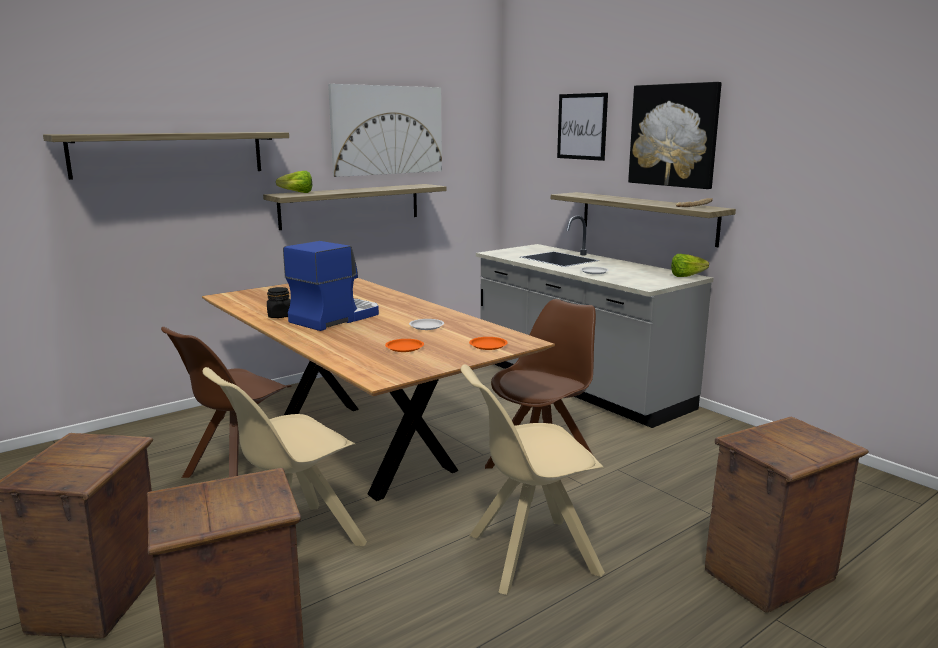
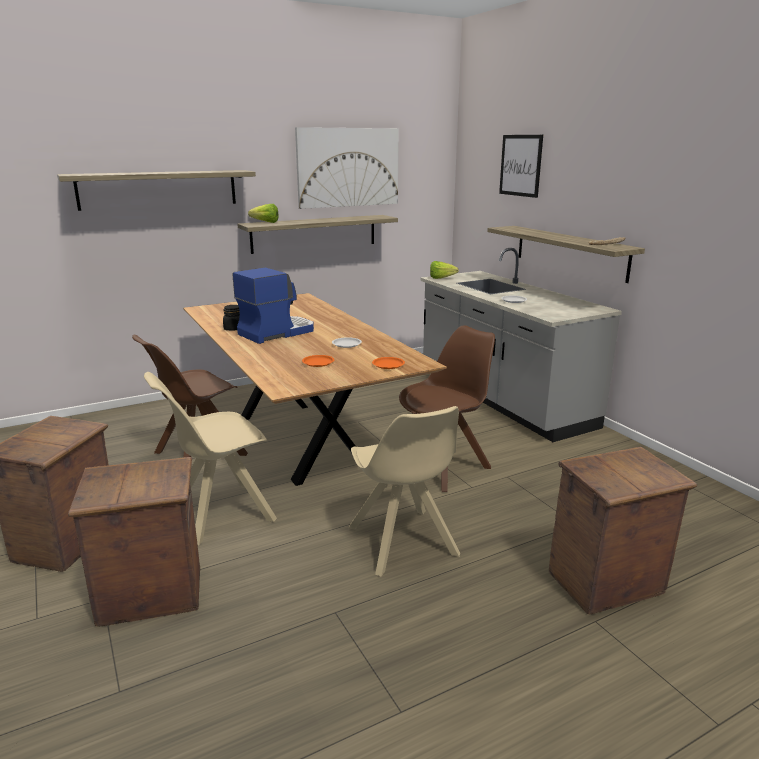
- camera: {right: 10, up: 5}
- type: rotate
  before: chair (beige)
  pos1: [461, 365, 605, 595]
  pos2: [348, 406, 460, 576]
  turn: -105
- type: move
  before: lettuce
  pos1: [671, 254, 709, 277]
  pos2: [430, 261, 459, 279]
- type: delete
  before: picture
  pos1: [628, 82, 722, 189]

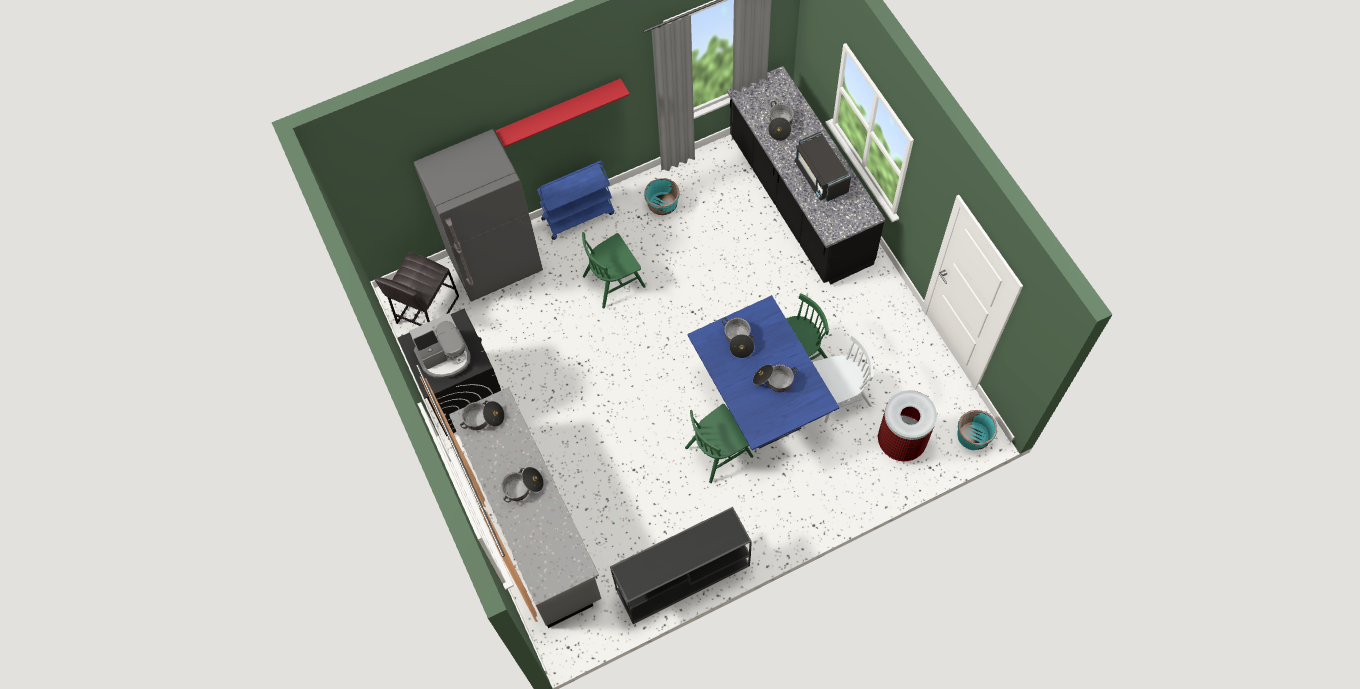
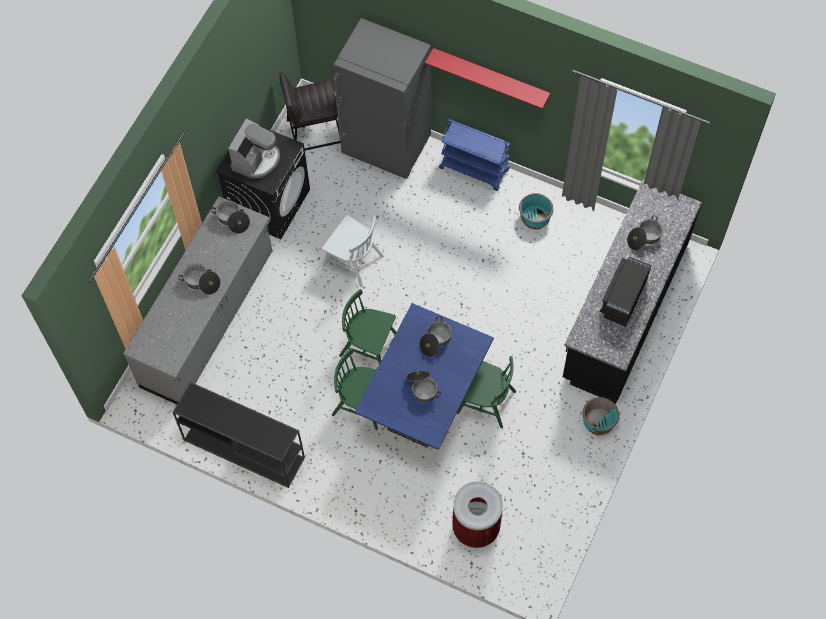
- camera: {right: 50, up: 0}
- type: rotate
  before: coffee machine
  pos1: [409, 313, 471, 378]
  pos2: [228, 118, 280, 179]
  turn: -90
- type: move
  before: chair (white)
  pos1: [813, 334, 873, 423]
  pos2: [322, 215, 384, 287]
- type: move
  before: chair (green)
  pos1: [582, 232, 646, 308]
  pos2: [339, 289, 396, 364]
- type: move
  before: planter (turquoise)
  pos1: [957, 410, 997, 450]
  pos2: [582, 397, 619, 435]

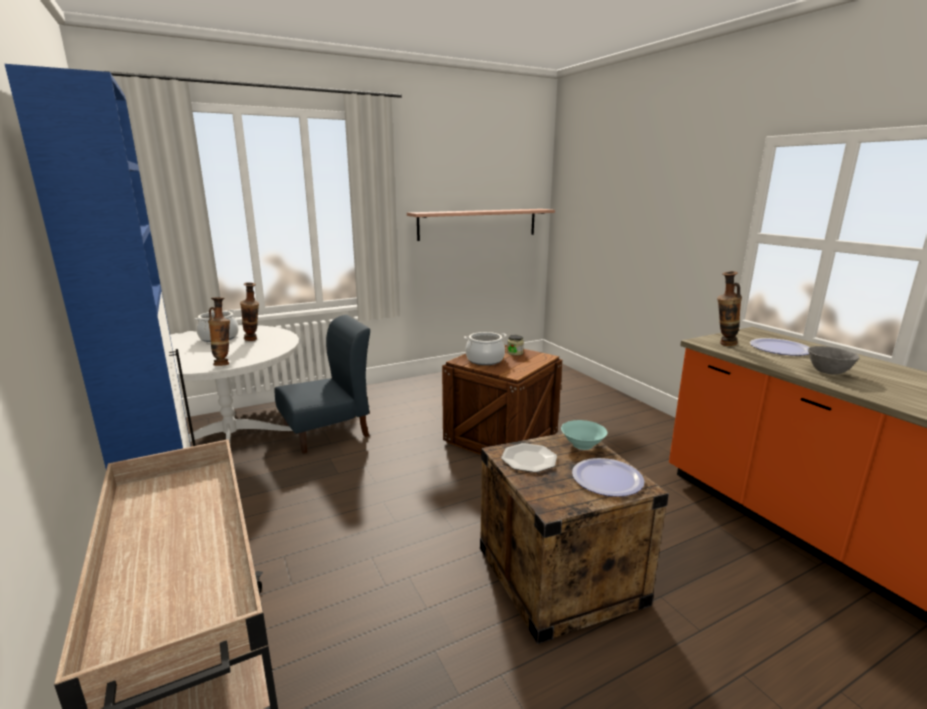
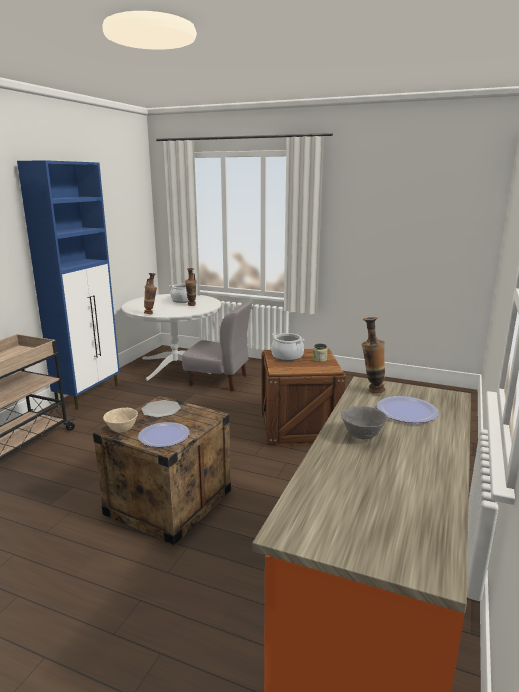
- camera: {right: 50, up: 0}
- type: insert
  after: bowl (beige)
  pos2: [103, 408, 138, 432]
- type: recolor
  before: chair (blue)
  after: chair (grey)
  pos1: [274, 315, 370, 453]
  pos2: [182, 302, 252, 391]
- type: delete
  before: shelf
  pos1: [407, 209, 555, 241]
- type: delete
  before: bowl (turquoise)
  pos1: [561, 420, 607, 450]

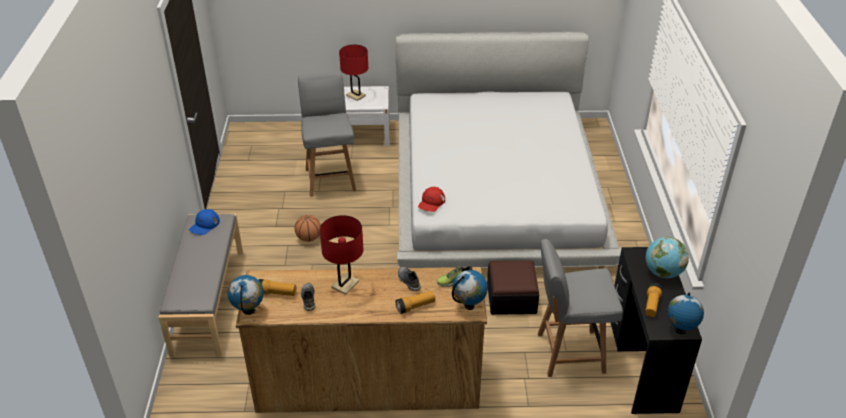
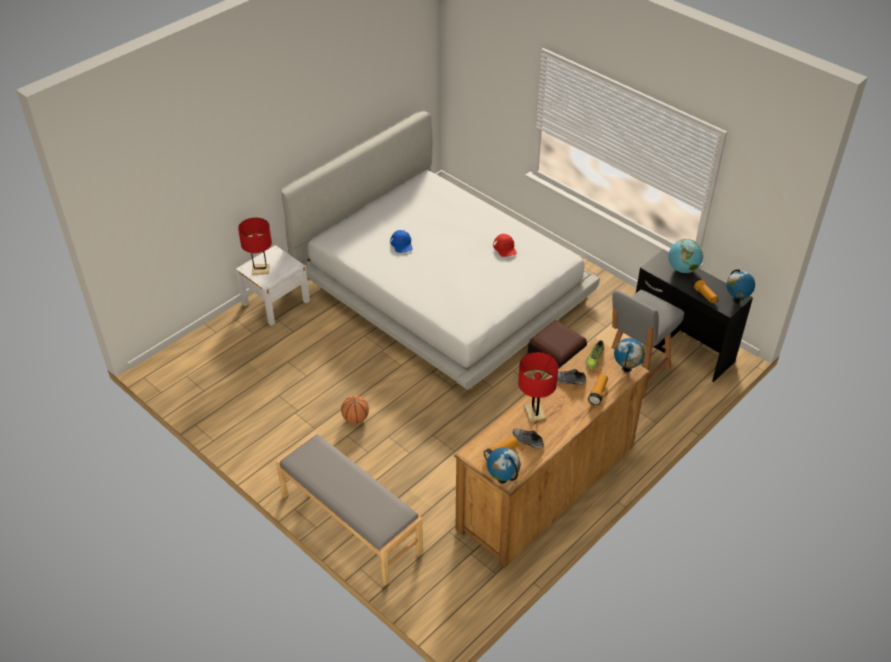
- camera: {right: -45, up: 5}
- type: move
  before: cap (blue)
  pos1: [189, 209, 220, 235]
  pos2: [390, 230, 413, 253]
- type: move
  before: cap (red)
  pos1: [418, 187, 445, 212]
  pos2: [493, 234, 517, 257]
- type: delete
  before: chair (grey)
  pos1: [298, 72, 356, 197]

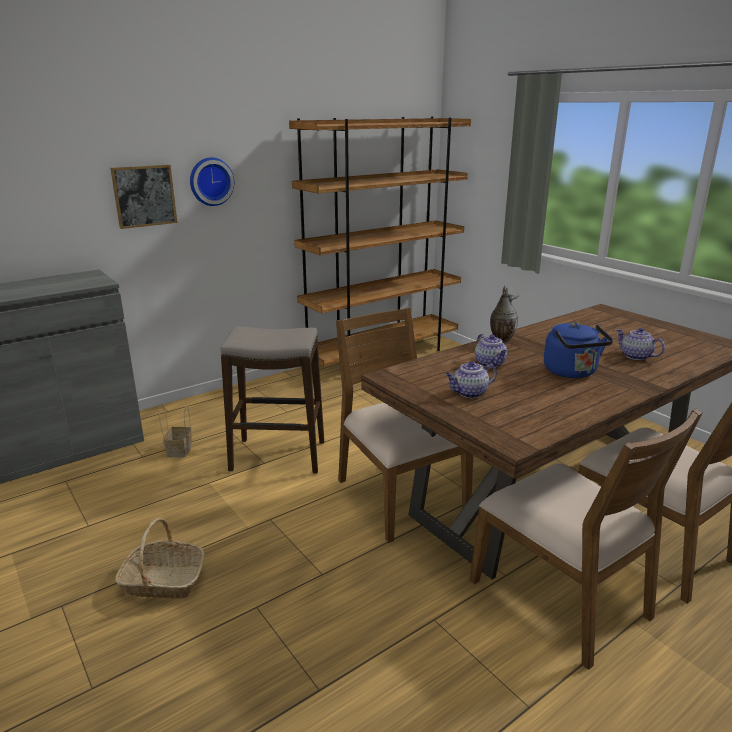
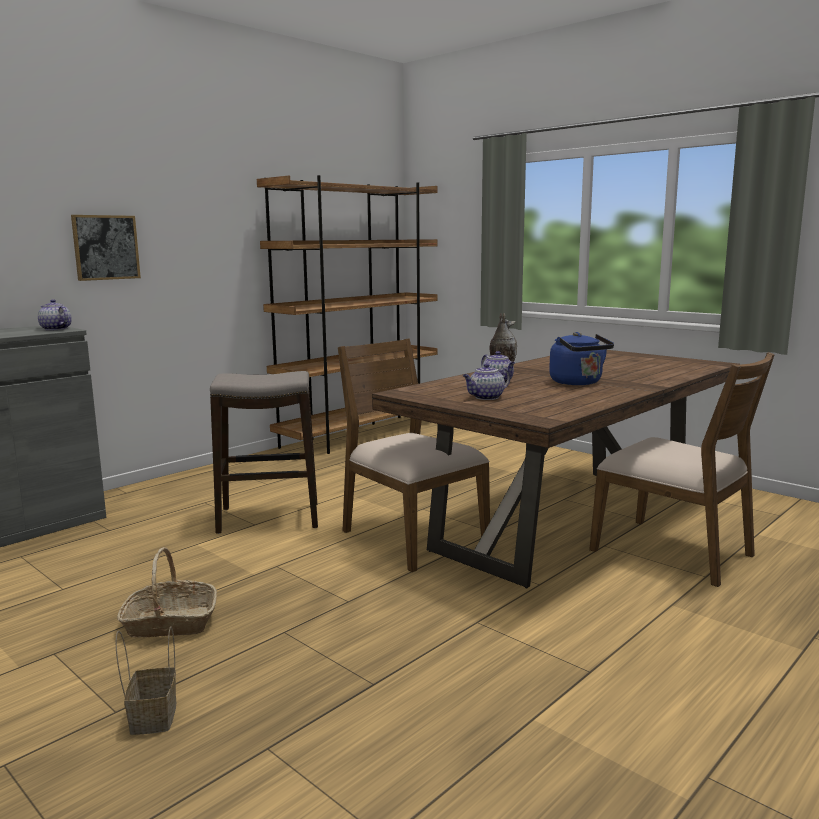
- camera: {right: -10, up: -10}
- type: move
  before: teapot
  pos1: [616, 328, 665, 360]
  pos2: [38, 299, 72, 331]
- type: move
  before: basket
  pos1: [159, 405, 192, 457]
  pos2: [116, 626, 176, 735]
- type: delete
  before: wall clock
  pos1: [190, 157, 234, 206]
- type: delete
  before: chair (brown)
  pos1: [470, 409, 702, 670]

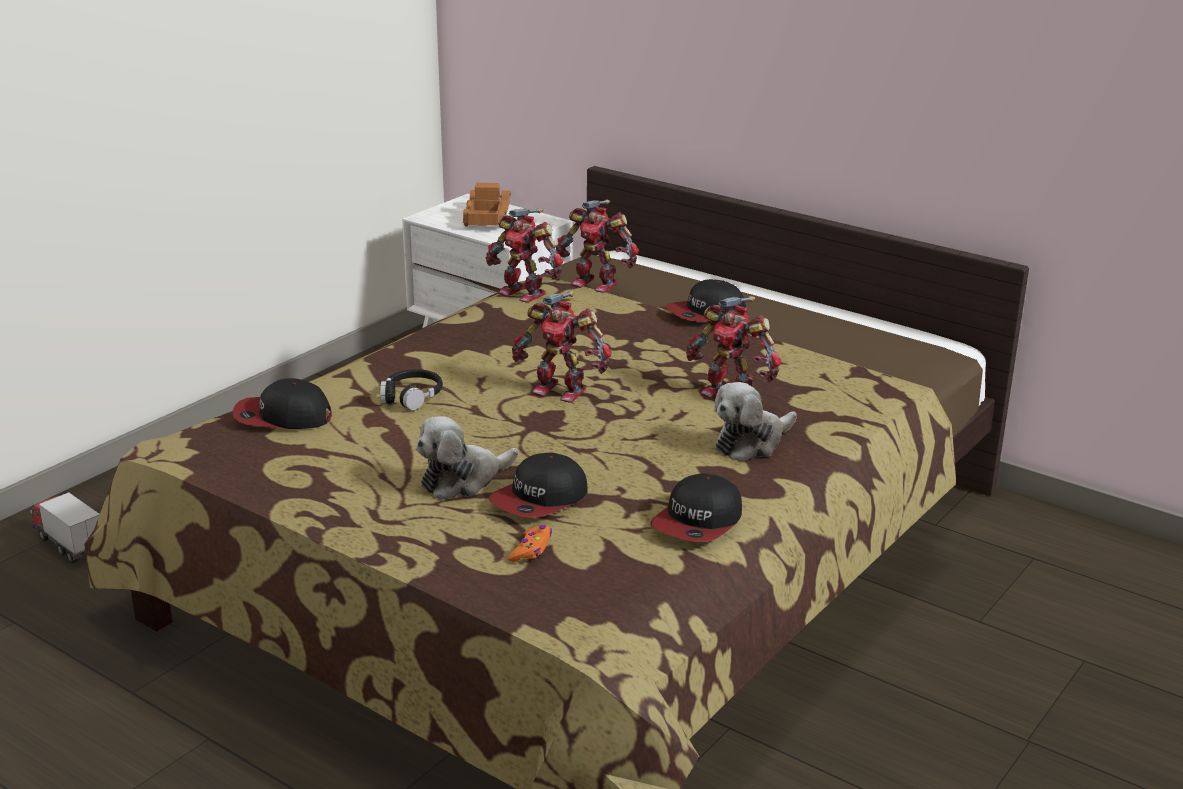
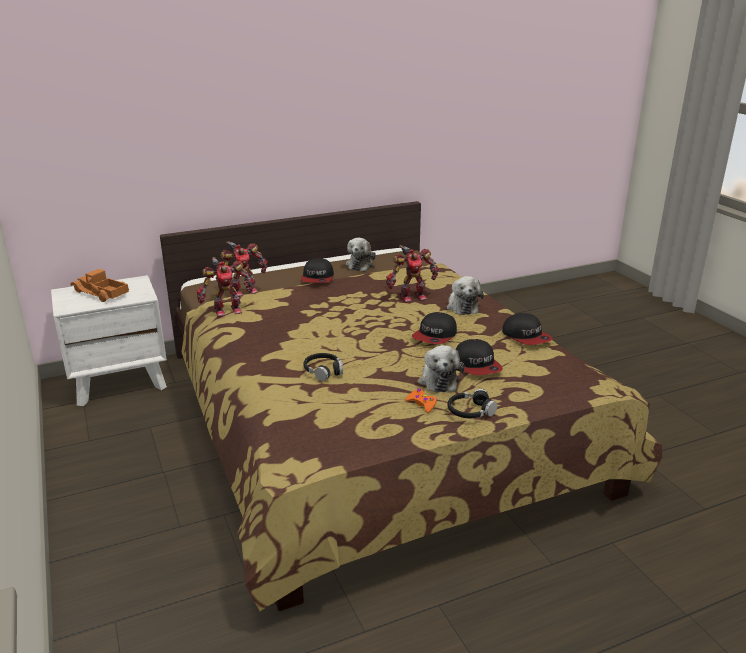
- camera: {right: -60, up: 0}
- type: insert
  after: plush toy
  pos2: [346, 238, 376, 271]
- type: move
  before: game controller (orange)
  pos1: [508, 525, 552, 562]
  pos2: [405, 389, 437, 413]
- type: move
  before: cap
  pos1: [233, 378, 332, 429]
  pos2: [412, 312, 457, 344]
- type: insert
  after: headphones (black)
  pos2: [448, 389, 498, 418]
- type: delete
  before: toy truck
  pos1: [30, 492, 100, 564]
- type: delete
  before: toy robot
  pos1: [512, 291, 612, 403]

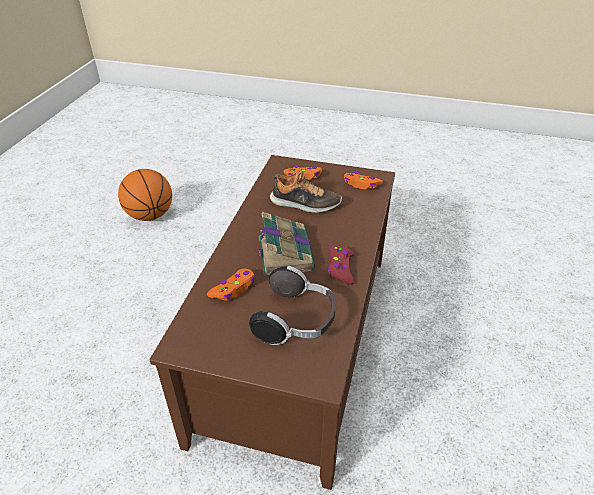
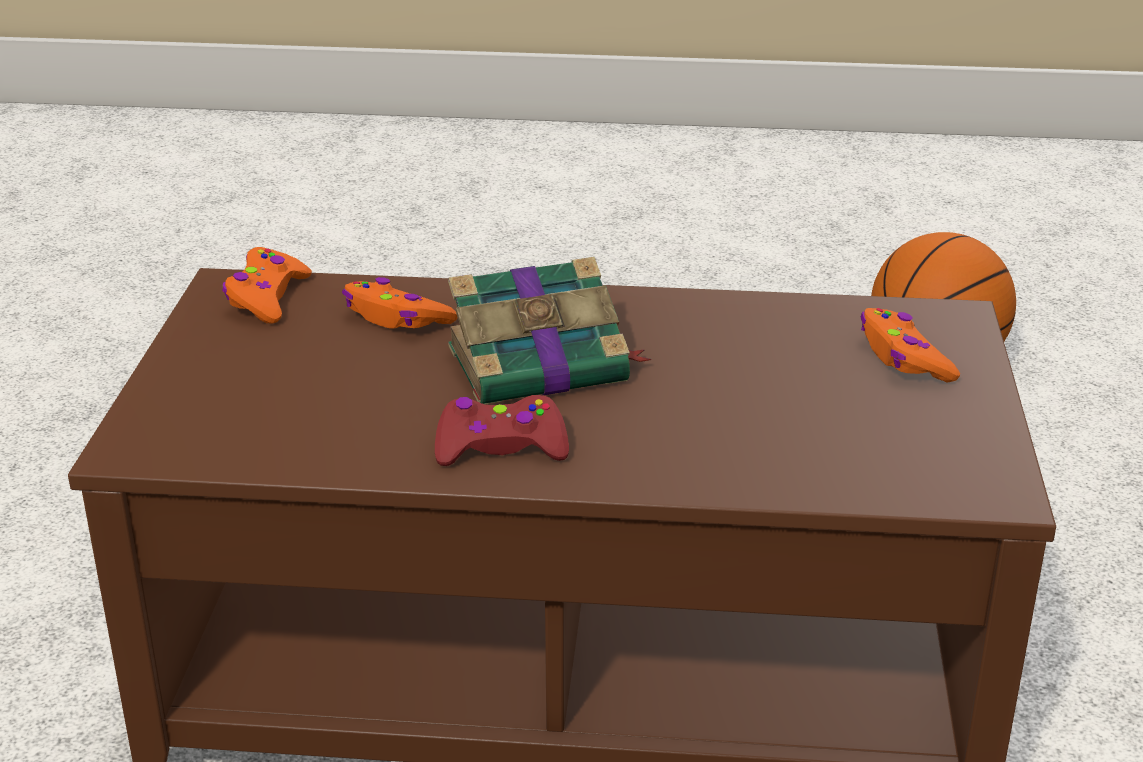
- camera: {right: 80, up: -10}
- type: move
  before: game controller (orange)
  pos1: [344, 171, 383, 189]
  pos2: [222, 247, 312, 324]
- type: delete
  before: headphones
  pos1: [249, 266, 336, 345]
- type: delete
  before: shoe
  pos1: [270, 171, 343, 213]

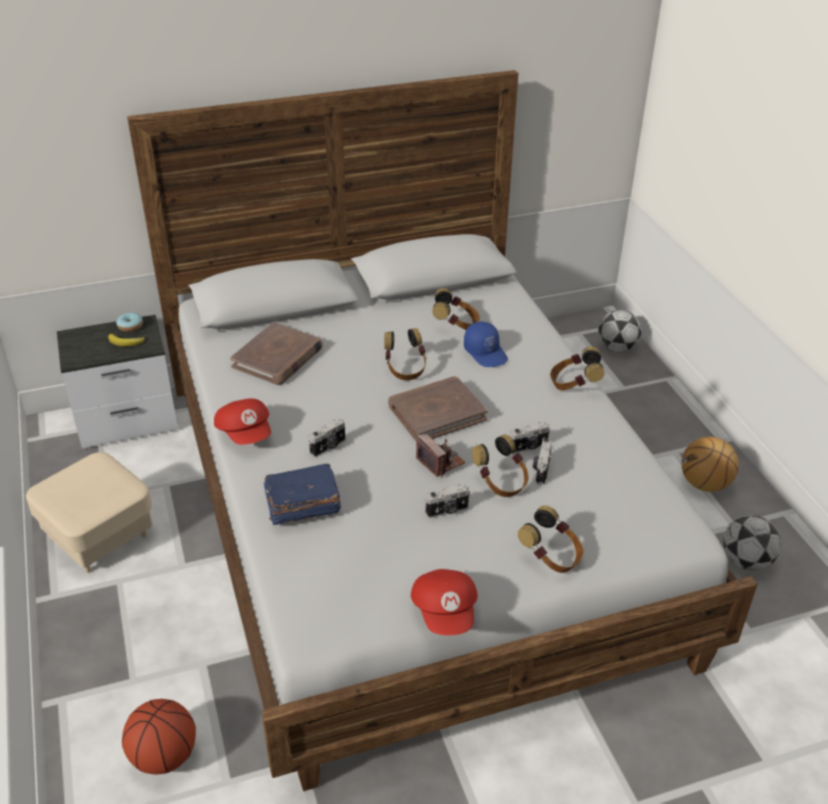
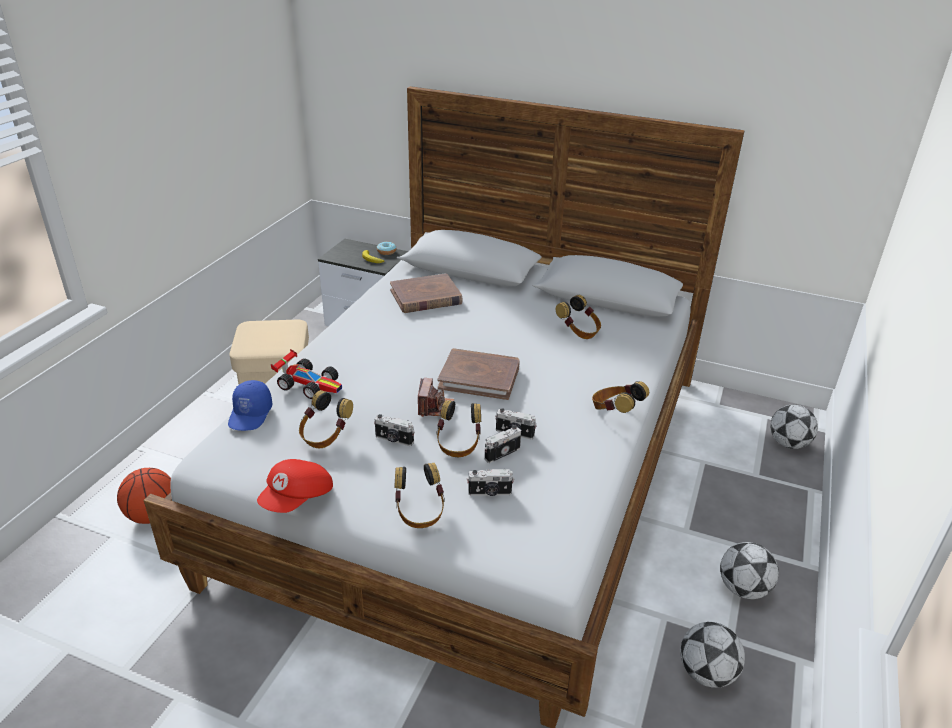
- camera: {right: 40, up: -5}
- type: move
  before: cap (blue)
  pos1: [464, 322, 508, 367]
  pos2: [228, 380, 272, 431]
- type: replace
  before: book (blue)
  after: toy car
  pos1: [263, 464, 341, 525]
  pos2: [271, 349, 342, 399]
- type: move
  before: headphones
  pos1: [384, 328, 427, 380]
  pos2: [299, 390, 353, 448]
- type: move
  before: photo camera
  pos1: [309, 418, 345, 457]
  pos2: [467, 469, 514, 496]
- type: replace
  before: basketball
  after: football
  pos1: [681, 437, 739, 492]
  pos2: [720, 542, 779, 599]
- type: delete
  before: cap (red)
  pos1: [214, 398, 271, 445]

